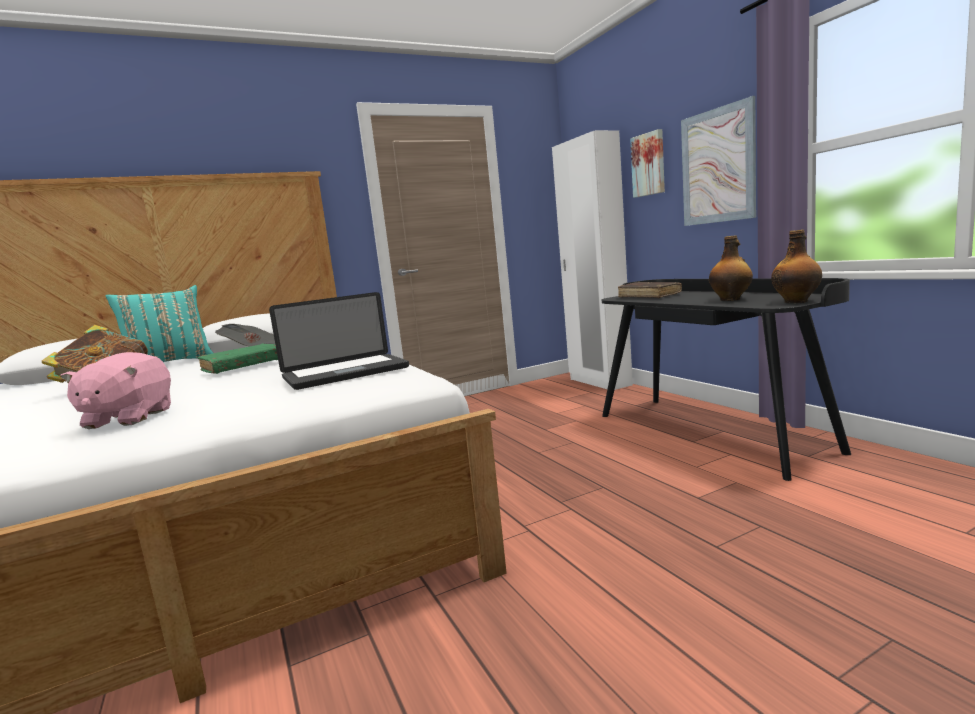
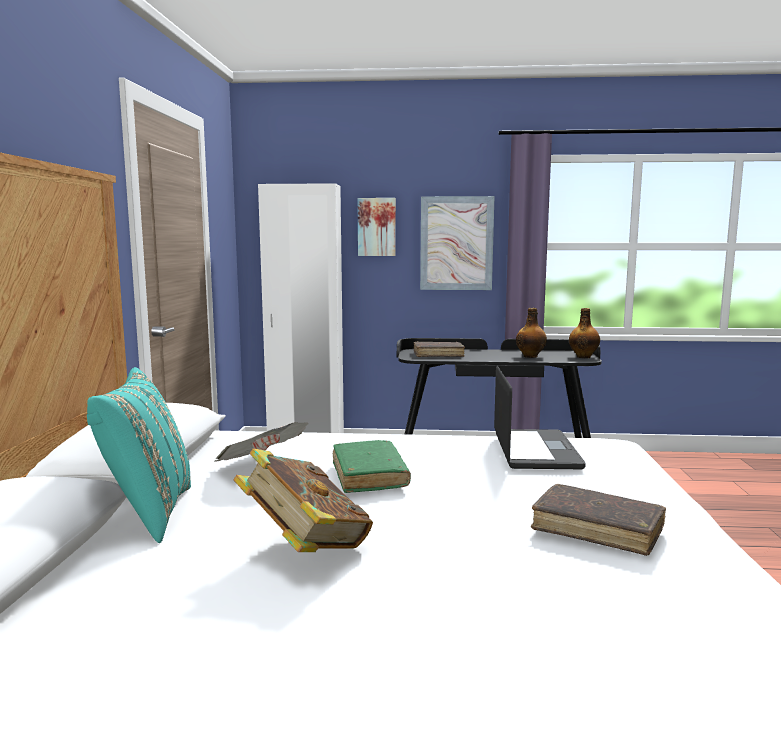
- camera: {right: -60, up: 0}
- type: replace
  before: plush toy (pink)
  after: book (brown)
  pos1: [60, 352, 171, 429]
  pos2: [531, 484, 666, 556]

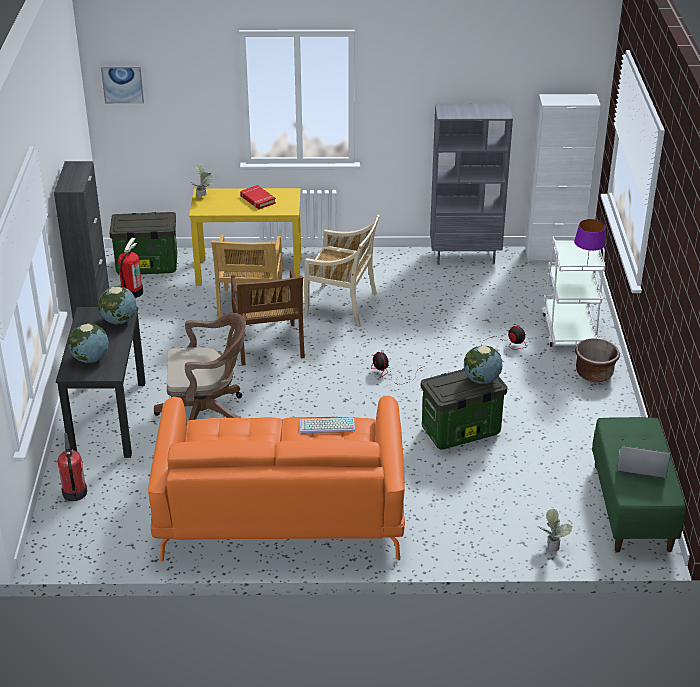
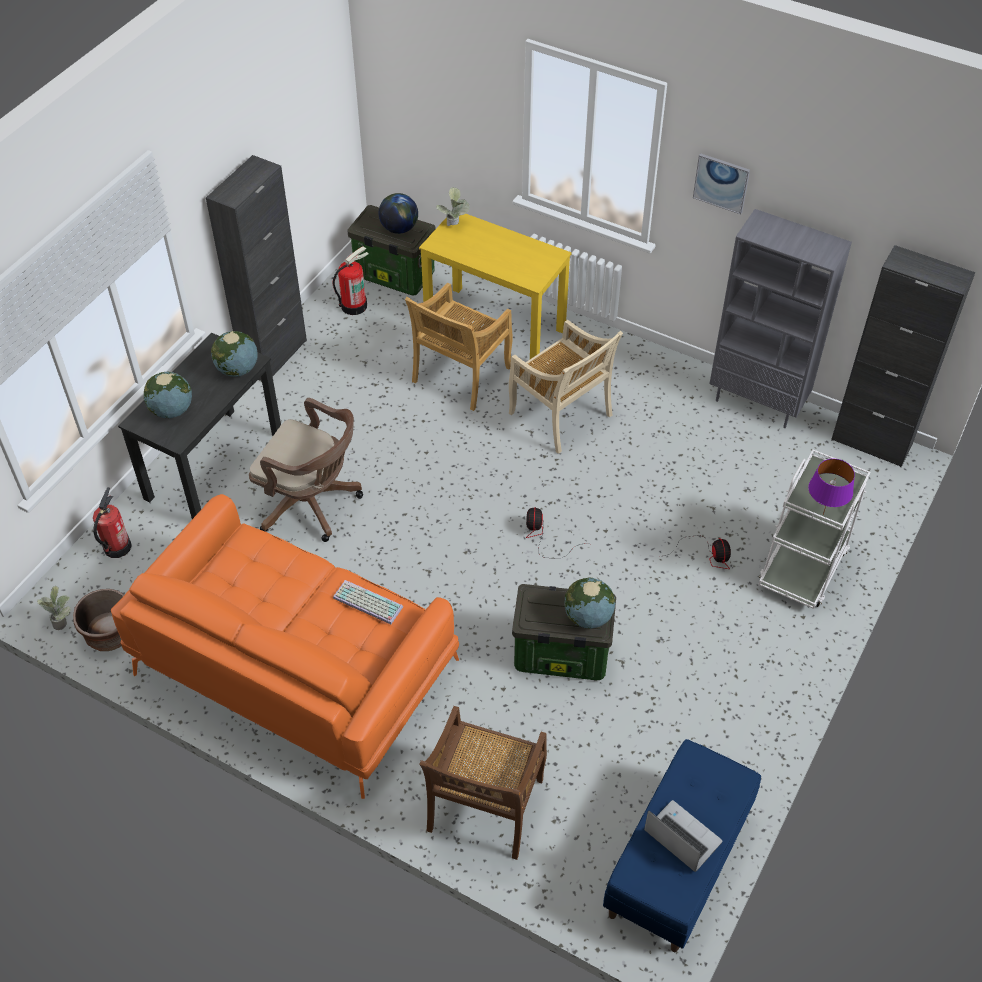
- camera: {right: 30, up: 15}
- type: move
  before: potted plant
  pos1: [538, 509, 572, 551]
  pos2: [37, 586, 71, 630]
- type: move
  before: planter (brown)
  pos1: [575, 339, 620, 382]
  pos2: [73, 589, 124, 651]
- type: insert
  after: globe
  pos2: [379, 193, 418, 234]
- type: move
  before: chair (brown)
  pos1: [231, 269, 305, 366]
  pos2: [419, 706, 547, 860]
- type: recolor
  before: bench (green)
  after: bench (blue)
  pos1: [592, 417, 685, 552]
  pos2: [603, 739, 761, 952]
- type: move
  before: picture
  pos1: [101, 66, 144, 103]
  pos2: [693, 153, 750, 215]
- type: recolor
  before: cabinet (white)
  after: cabinet (black)
  pos1: [525, 94, 601, 261]
  pos2: [831, 245, 975, 467]
- type: delete
  before: book (red)
  pos1: [240, 185, 276, 209]

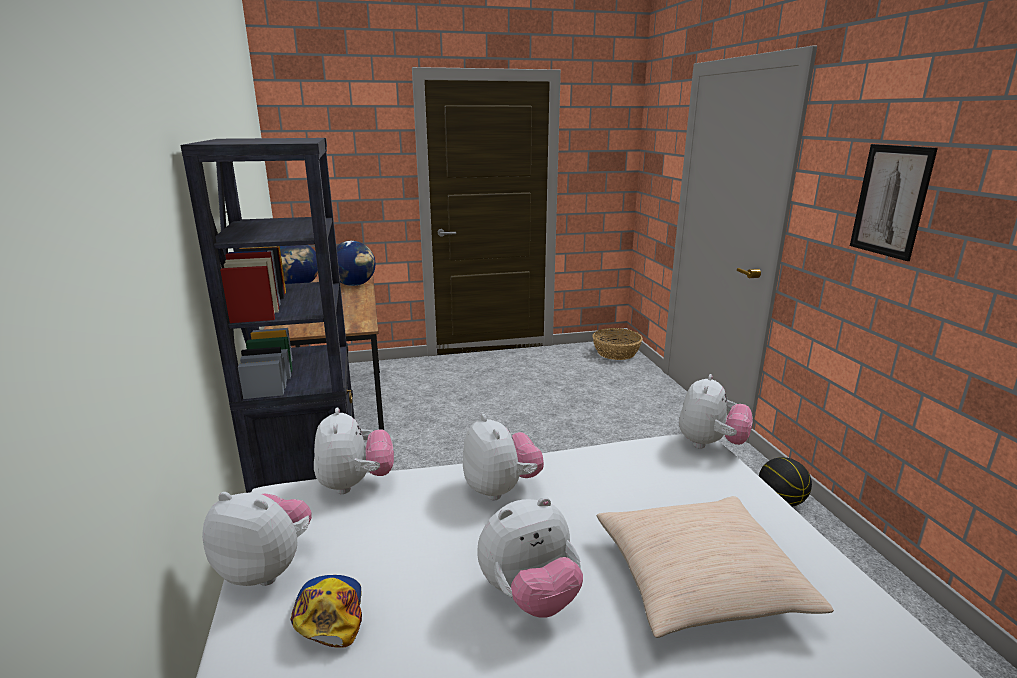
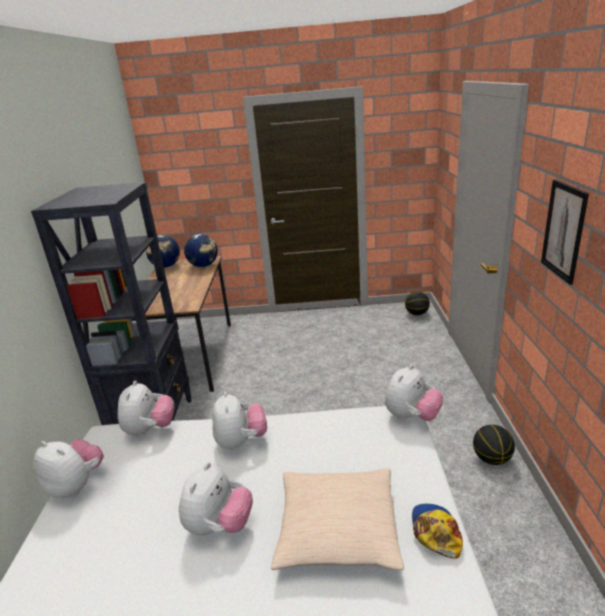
- camera: {right: 15, up: 5}
- type: rotate
  before: plush toy
  pos1: [477, 497, 583, 618]
  pos2: [179, 462, 253, 535]
  turn: -60
- type: replace
  before: basket
  after: basketball
  pos1: [593, 328, 643, 360]
  pos2: [405, 291, 430, 315]
- type: move
  before: cap
  pos1: [291, 575, 362, 648]
  pos2: [412, 504, 463, 559]

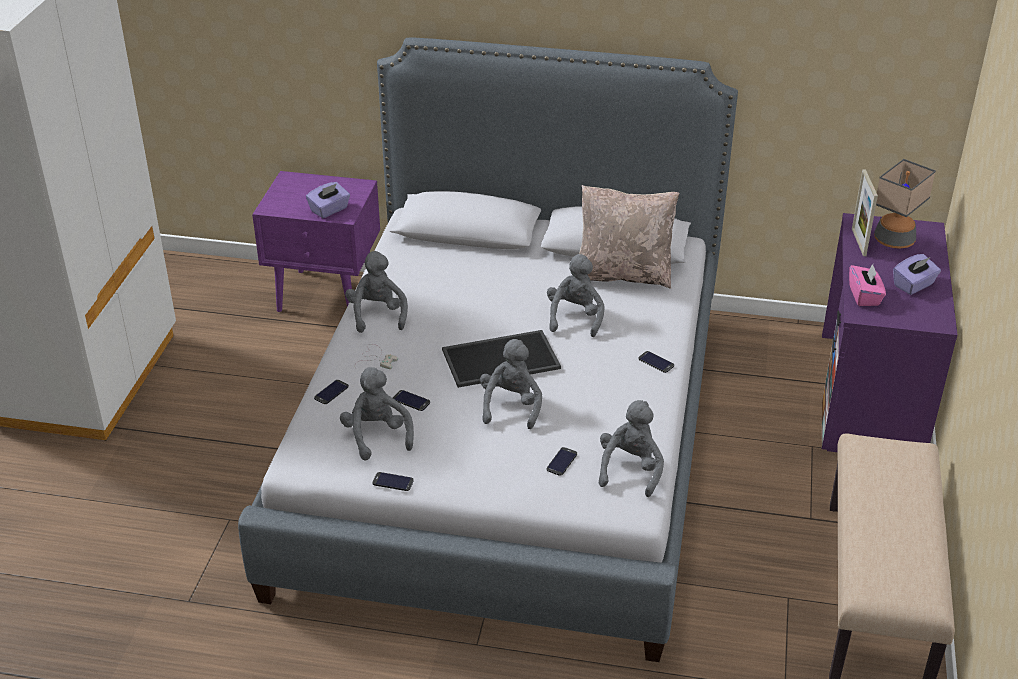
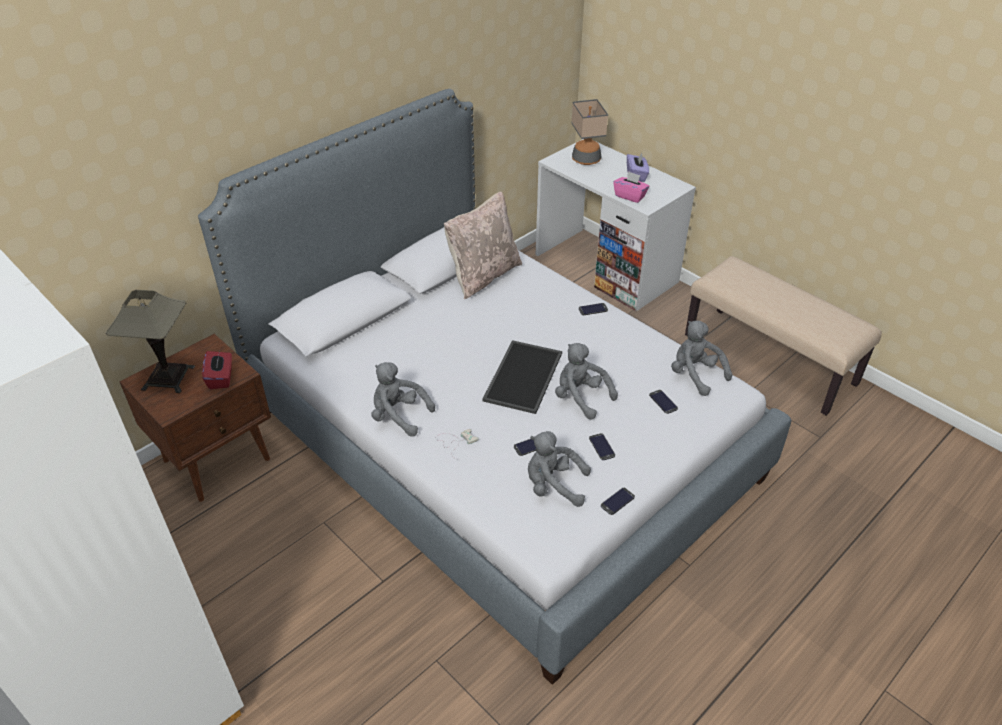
- camera: {right: -55, up: 5}
- type: insert
  after: table lamp
  pos2: [106, 290, 195, 393]
- type: recolor
  before: nightstand (purple)
  after: nightstand (brown)
  pos1: [252, 171, 380, 312]
  pos2: [119, 334, 271, 502]
- type: recolor
  before: tissue box (purple)
  after: tissue box (red)
  pos1: [306, 182, 350, 218]
  pos2: [202, 351, 232, 389]
- type: recolor
  before: desk (purple)
  after: desk (white)
  pos1: [822, 213, 958, 452]
  pos2: [536, 139, 696, 311]
- type: move
  before: phone
  pos1: [314, 380, 349, 404]
  pos2: [589, 433, 615, 460]
- type: delete
  before: plush toy (grey)
  pos1: [547, 254, 604, 337]
- type: delete
  before: picture frame
  pos1: [852, 169, 878, 256]

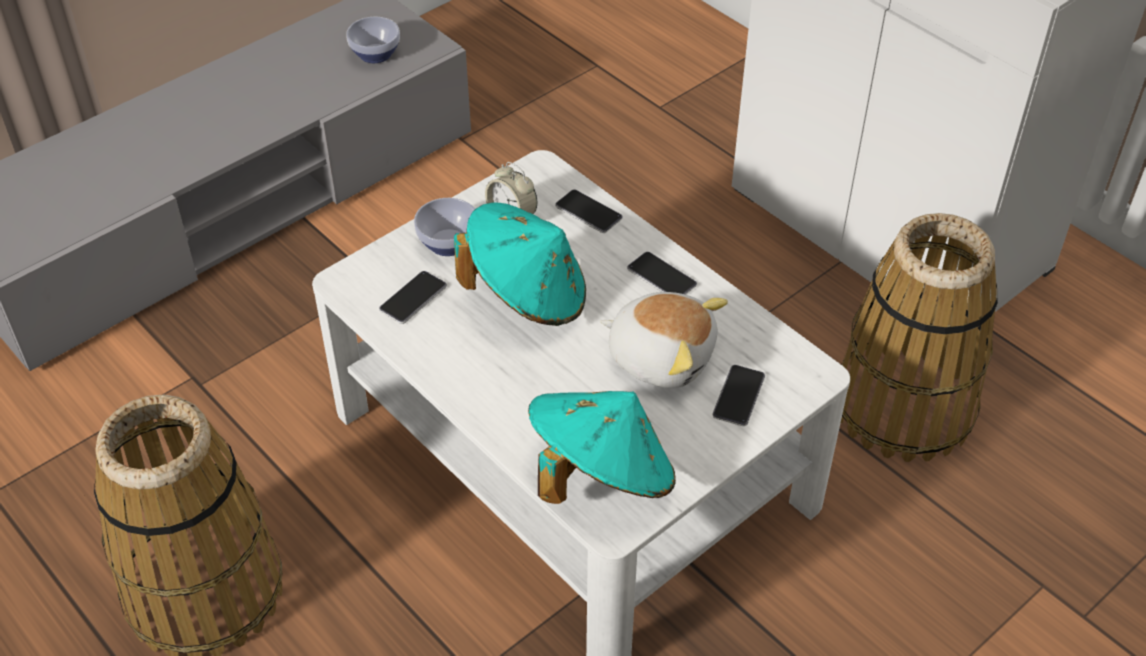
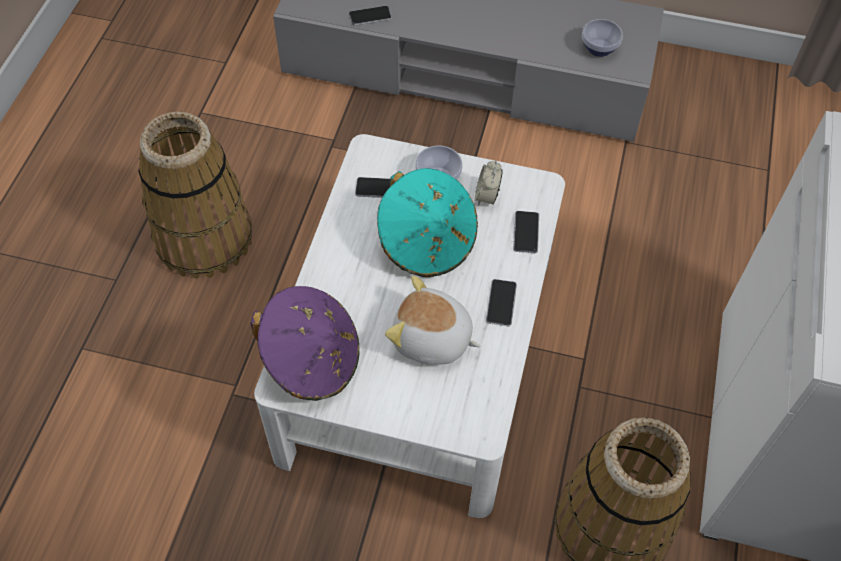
- camera: {right: 55, up: 10}
- type: recolor
  before: hat (turquoise)
  after: hat (purple)
  pos1: [528, 391, 676, 504]
  pos2: [250, 286, 360, 401]
- type: move
  before: phone
  pos1: [712, 365, 765, 426]
  pos2: [349, 6, 392, 26]
- type: rotate
  before: plush toy
  pos1: [601, 292, 728, 388]
  pos2: [385, 276, 480, 365]
  turn: 120

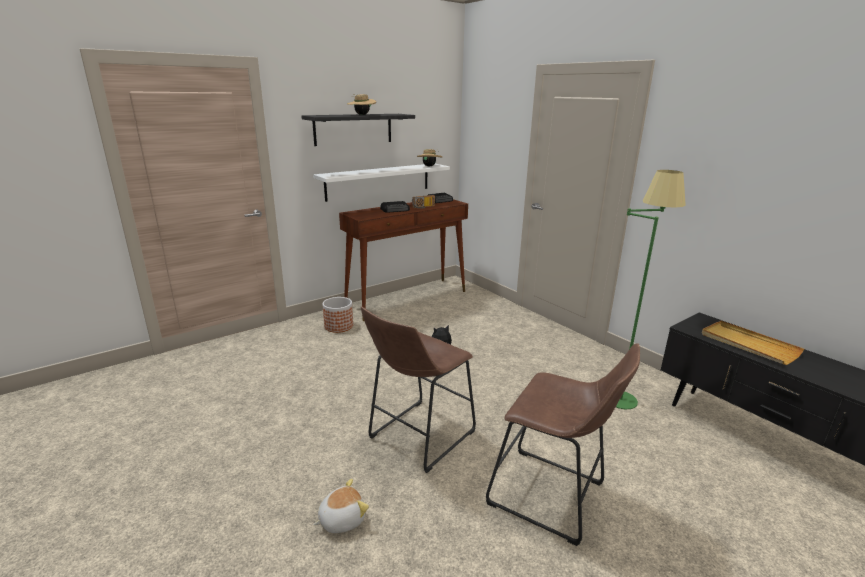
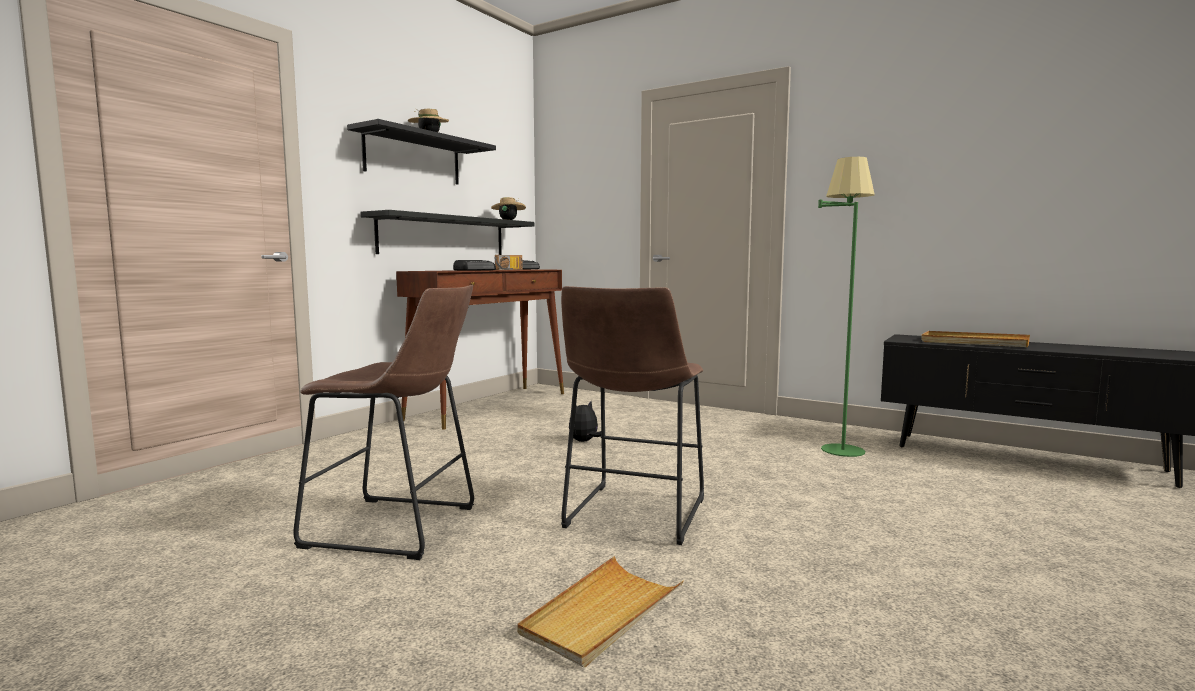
- camera: {right: -20, up: -15}
- type: move
  before: stool (brown)
  pos1: [486, 343, 640, 546]
  pos2: [293, 284, 474, 560]
- type: recolor
  before: shelf (white)
  after: shelf (black)
  pos1: [313, 164, 450, 202]
  pos2: [361, 210, 534, 255]
- type: replace
  before: plush toy
  after: tray (beige)
  pos1: [313, 479, 369, 533]
  pos2: [517, 556, 684, 667]
- type: delete
  before: planter
  pos1: [322, 297, 353, 333]

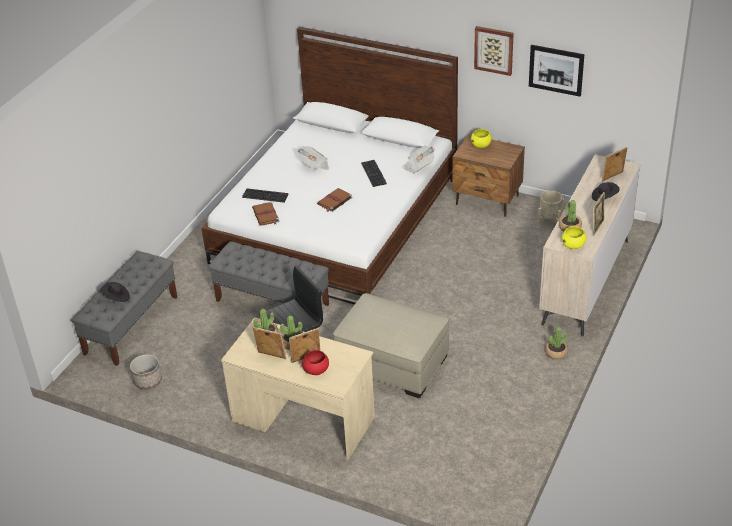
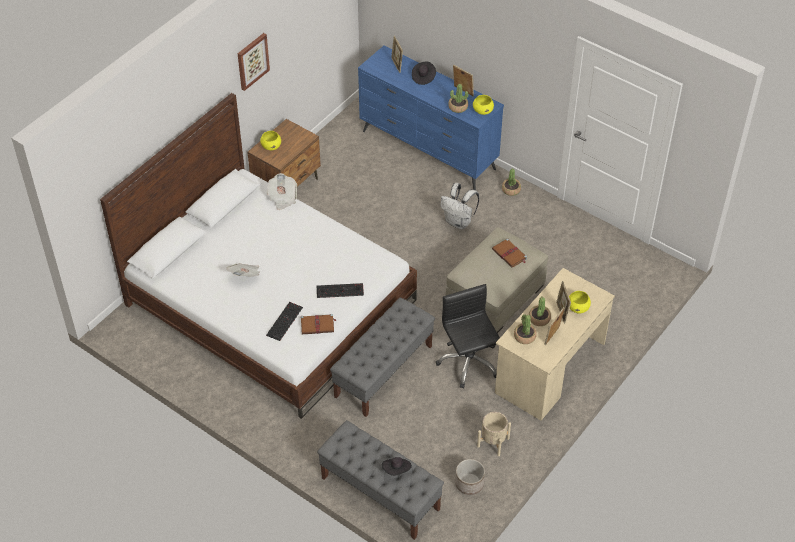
- camera: {right: -80, up: 10}
- type: move
  before: keyboard
  pos1: [361, 160, 387, 187]
  pos2: [317, 283, 364, 298]
- type: recolor
  before: dresser (beige)
  after: dresser (blue)
  pos1: [539, 155, 641, 336]
  pos2: [358, 46, 504, 190]
- type: insert
  after: backpack (white)
  pos2: [440, 183, 479, 229]
- type: move
  before: planter (beige)
  pos1: [537, 190, 564, 228]
  pos2: [477, 412, 511, 456]
- type: move
  before: book (brown)
  pos1: [317, 188, 352, 212]
  pos2: [492, 238, 527, 267]
- type: recolor
  before: bowl (red)
  after: bowl (yellow)
  pos1: [302, 350, 329, 375]
  pos2: [569, 291, 591, 314]
- type: delete
  before: picture
  pos1: [529, 45, 584, 97]

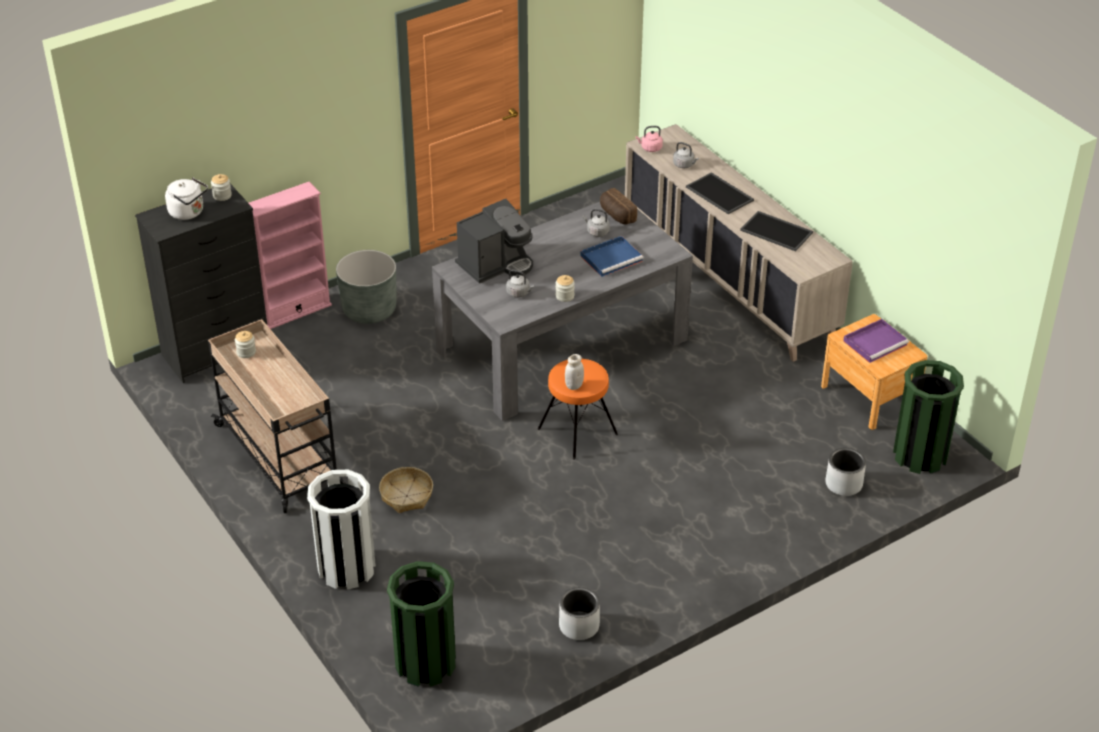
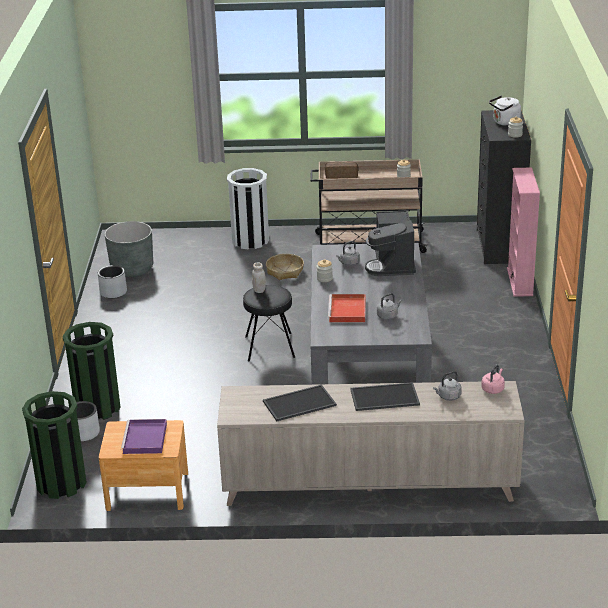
- camera: {right: 125, up: -10}
- type: move
  before: trash can (green)
  pos1: [387, 561, 456, 687]
  pos2: [62, 322, 120, 420]
- type: move
  before: planter (grey)
  pos1: [336, 250, 396, 324]
  pos2: [105, 221, 153, 277]
- type: recolor
  before: stool (orange)
  after: stool (black)
  pos1: [538, 359, 618, 459]
  pos2: [243, 285, 295, 361]
- type: move
  before: bread
  pos1: [600, 188, 637, 225]
  pos2: [325, 161, 359, 179]
- type: recolor
  before: tray (blue)
  after: tray (red)
  pos1: [580, 236, 643, 277]
  pos2: [328, 294, 365, 322]

